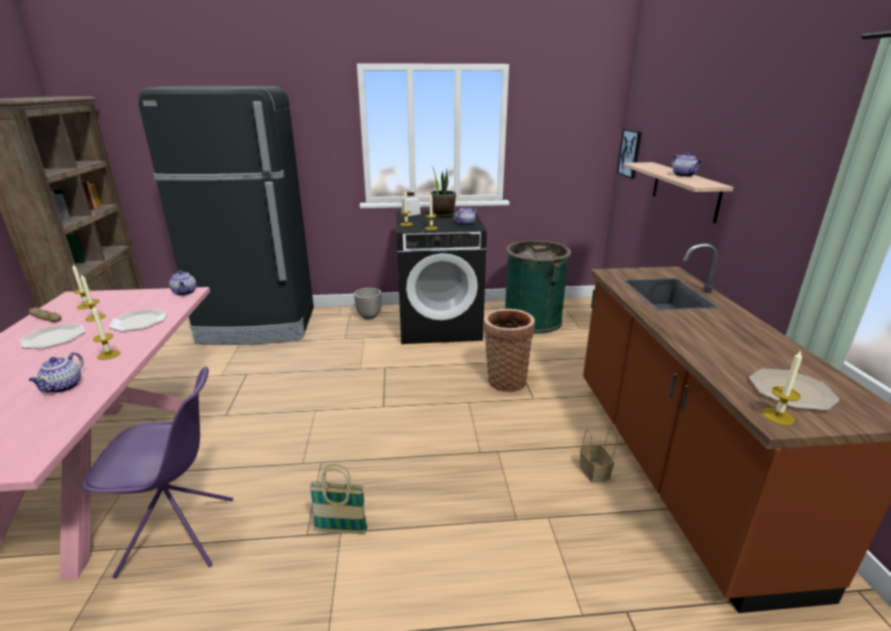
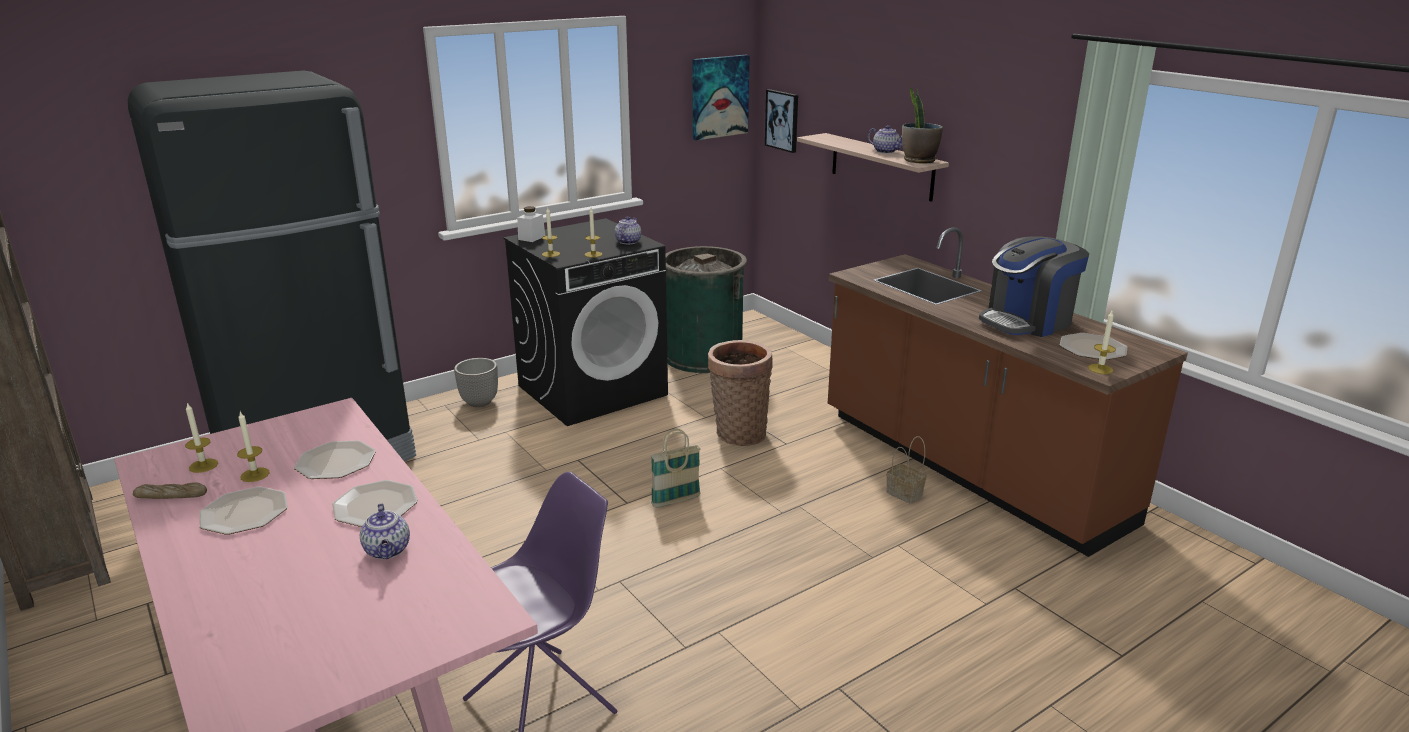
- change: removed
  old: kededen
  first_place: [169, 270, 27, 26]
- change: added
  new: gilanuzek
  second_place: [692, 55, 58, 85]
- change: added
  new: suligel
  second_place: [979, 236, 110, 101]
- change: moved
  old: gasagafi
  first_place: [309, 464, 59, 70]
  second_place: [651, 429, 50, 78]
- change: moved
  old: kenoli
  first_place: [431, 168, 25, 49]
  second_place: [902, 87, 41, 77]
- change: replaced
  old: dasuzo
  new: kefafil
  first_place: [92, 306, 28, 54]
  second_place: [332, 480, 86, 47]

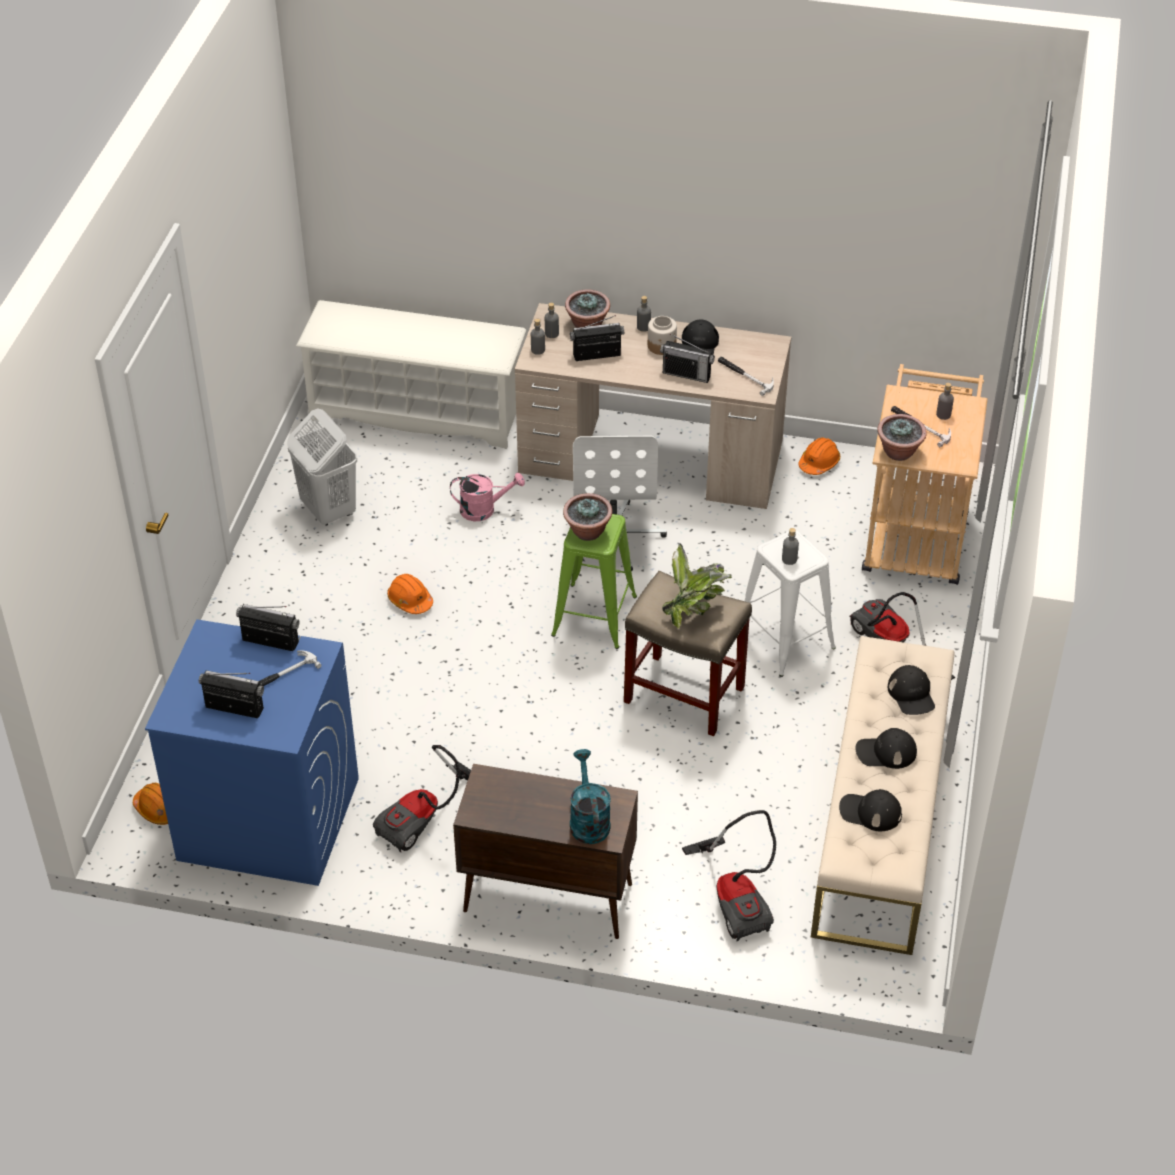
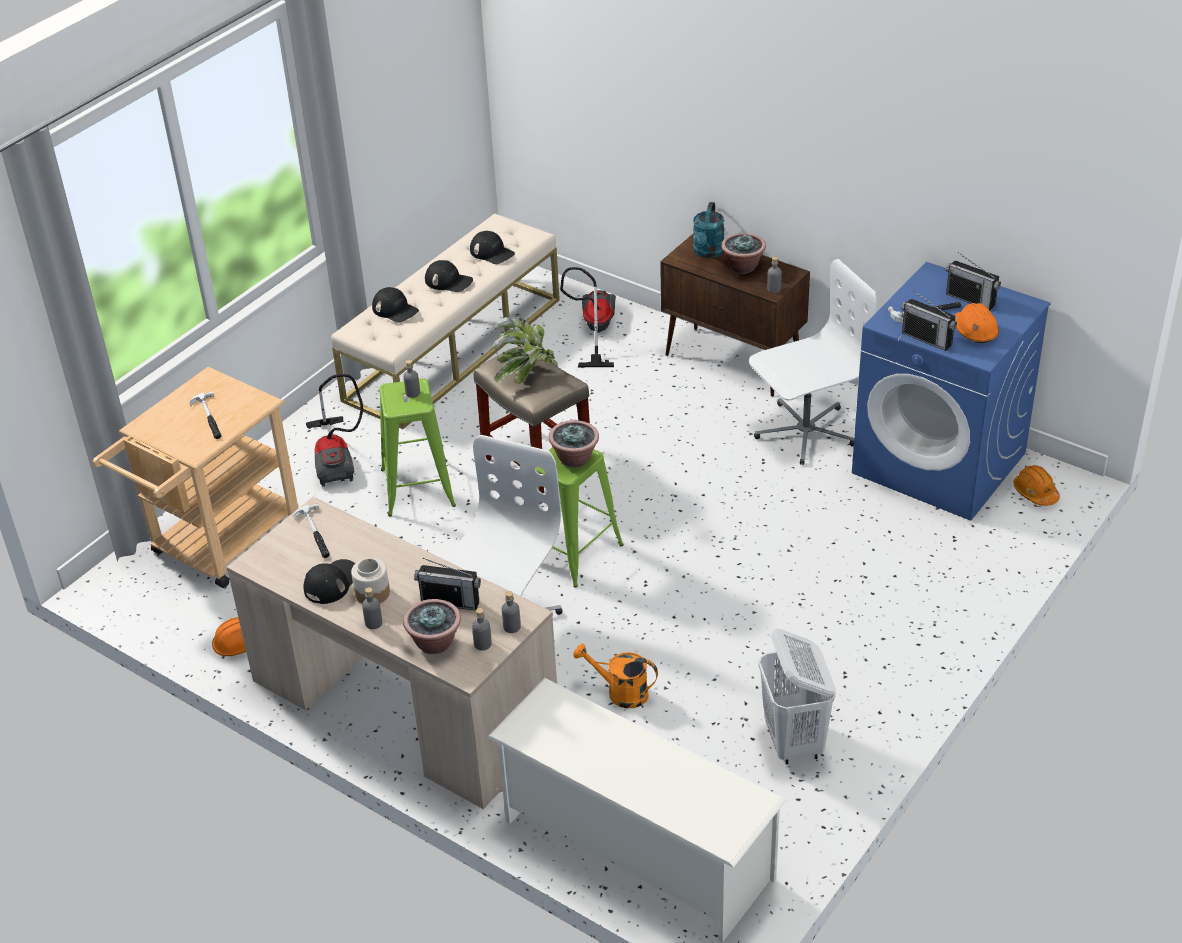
- change: removed
  old: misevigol
  first_place: [660, 334, 55, 49]
- change: moved
  old: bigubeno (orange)
  first_place: [387, 574, 46, 40]
  second_place: [954, 303, 45, 40]
- change: moved
  old: kenoli
  first_place: [877, 414, 50, 47]
  second_place: [721, 233, 45, 41]
- change: moved
  old: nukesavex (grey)
  first_place: [936, 383, 18, 37]
  second_place: [767, 257, 15, 36]
- change: replaced
  old: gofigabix
  new: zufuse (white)
  first_place: [373, 745, 98, 108]
  second_place: [749, 259, 128, 206]
- change: recoloured
  old: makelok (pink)
  new: makelok (orange)
  first_place: [450, 473, 75, 48]
  second_place: [573, 644, 85, 64]
- change: recoloured
  old: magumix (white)
  new: magumix (green)
  first_place: [745, 530, 91, 147]
  second_place: [379, 378, 77, 139]
- change: turned
  old: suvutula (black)
  first_place: [888, 665, 47, 50]
  second_place: [372, 287, 47, 35]
  degrees: 120

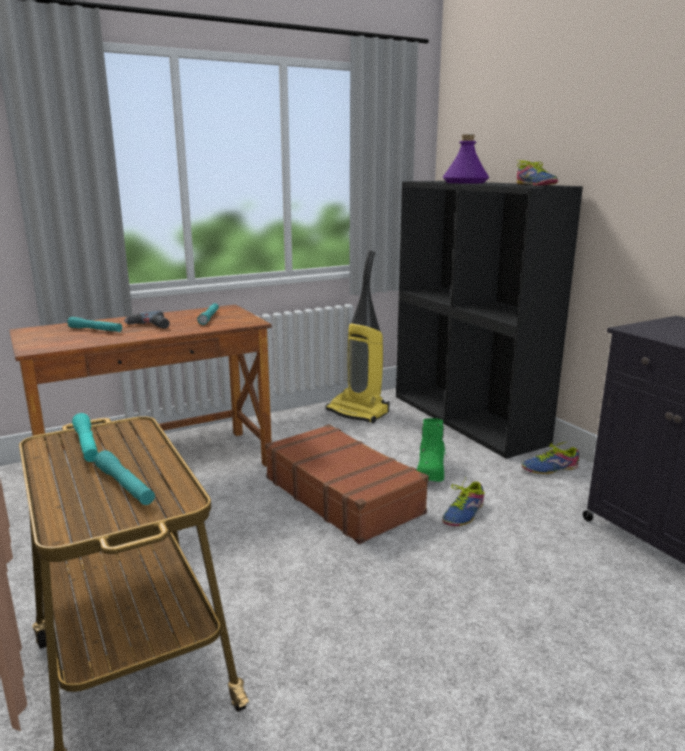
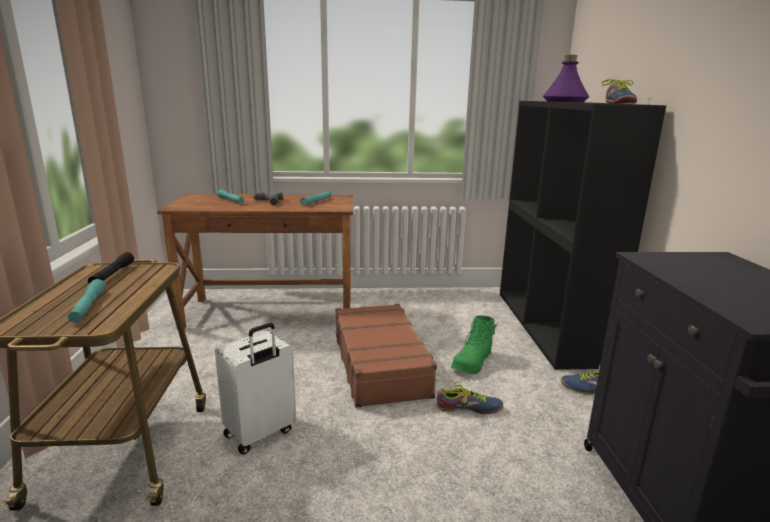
- change: removed
  old: gofigabix
  first_place: [325, 251, 64, 172]
- change: added
  new: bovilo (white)
  second_place: [215, 323, 81, 131]
- change: recoloured
  old: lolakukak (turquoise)
  new: lolakukak (black)
  first_place: [72, 413, 26, 49]
  second_place: [88, 252, 46, 32]
- change: turned
  old: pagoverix
  first_place: [442, 478, 43, 48]
  second_place: [437, 382, 66, 32]
  degrees: -150

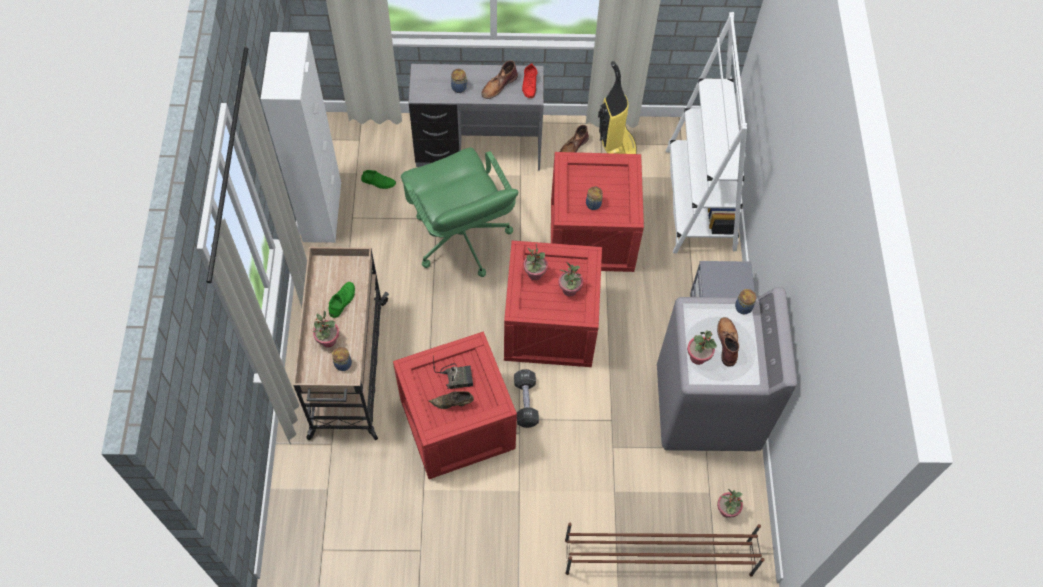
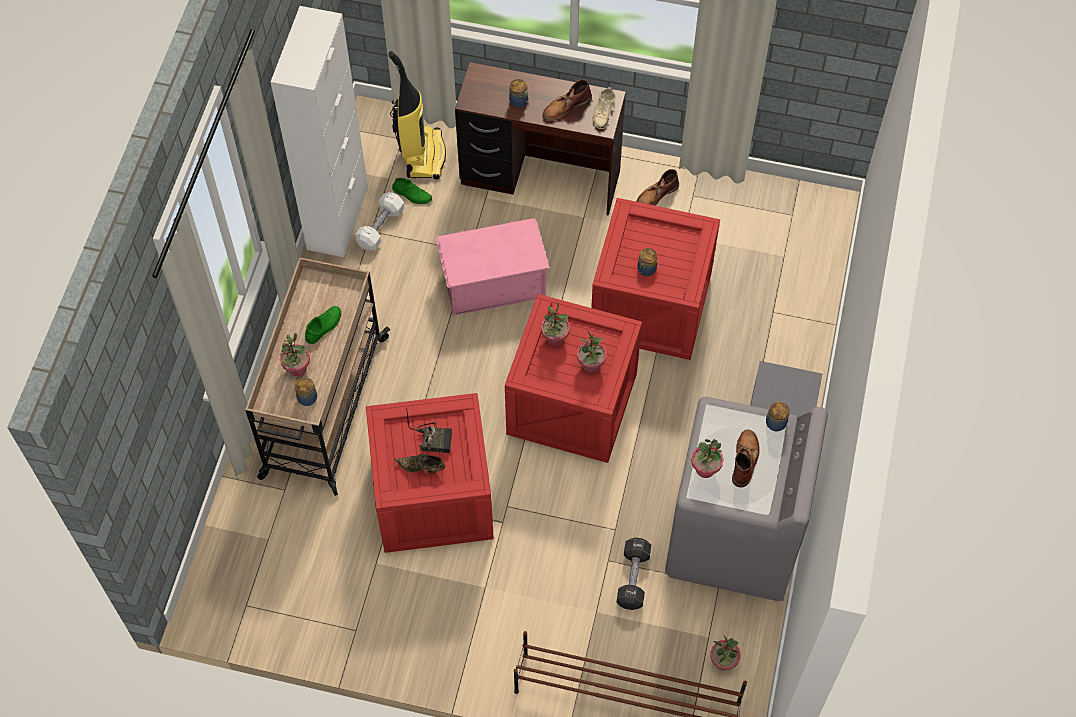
- change: removed
  old: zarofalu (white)
  first_place: [666, 12, 81, 241]
- change: added
  new: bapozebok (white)
  second_place: [355, 192, 49, 58]
- change: moved
  old: bapozebok (black)
  first_place: [514, 369, 25, 59]
  second_place: [617, 537, 34, 73]
- change: moved
  old: gofigabix
  first_place: [598, 61, 39, 93]
  second_place: [388, 51, 58, 129]
- change: replaced
  old: zufuse (green)
  new: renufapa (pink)
  first_place: [401, 147, 118, 130]
  second_place: [435, 218, 115, 98]
- change: recoloured
  old: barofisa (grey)
  new: barofisa (brown)
  first_place: [409, 64, 135, 107]
  second_place: [455, 62, 171, 154]
- change: recoloured
  old: pagoverix (red)
  new: pagoverix (beige)
  first_place: [522, 63, 15, 35]
  second_place: [593, 87, 22, 42]

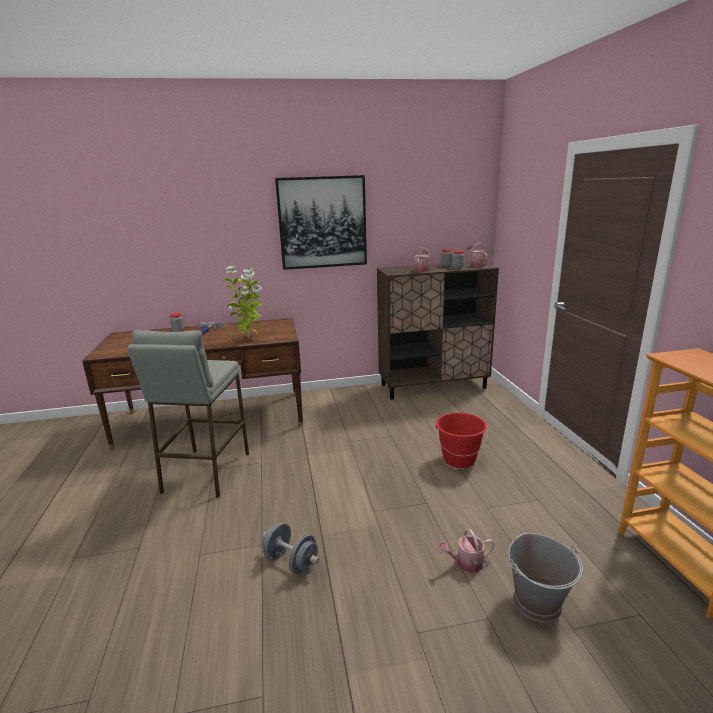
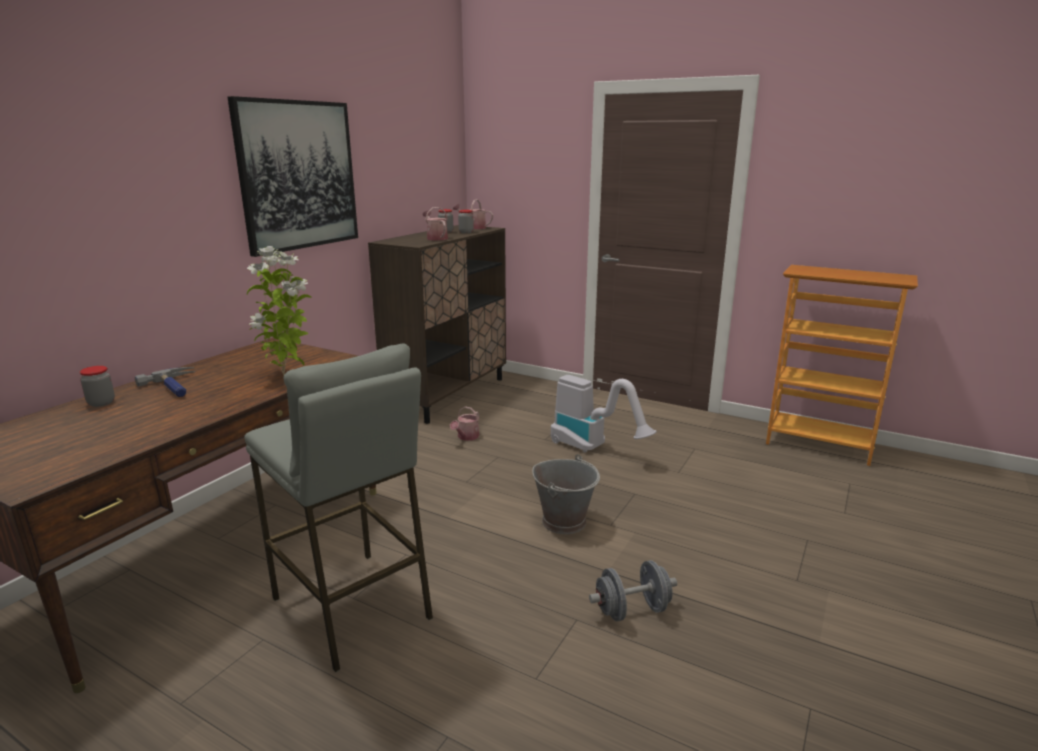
- change: moved
  old: makelok
  first_place: [438, 529, 57, 43]
  second_place: [450, 406, 29, 35]
- change: moved
  old: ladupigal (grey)
  first_place: [508, 533, 75, 90]
  second_place: [532, 454, 68, 80]
- change: replaced
  old: ladupigal (red)
  new: gofigabix
  first_place: [435, 412, 53, 56]
  second_place: [551, 375, 106, 78]

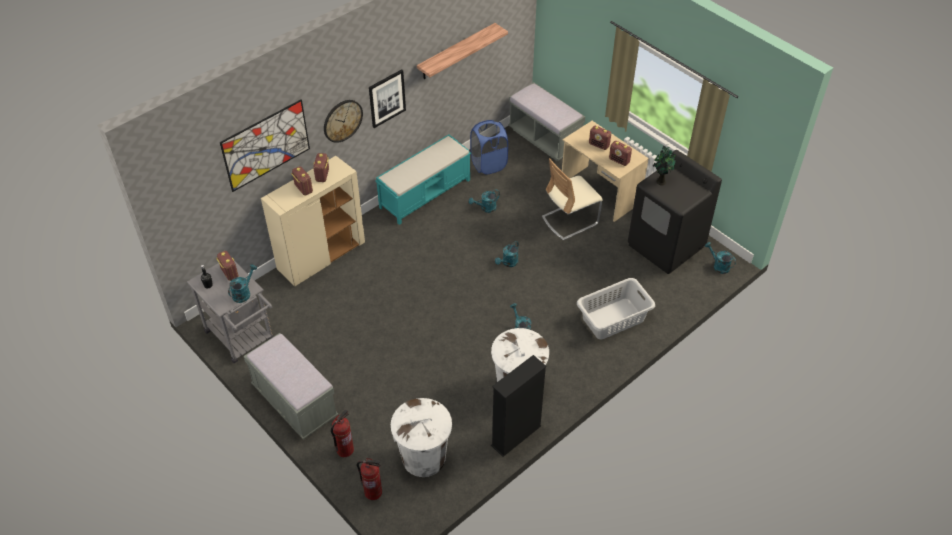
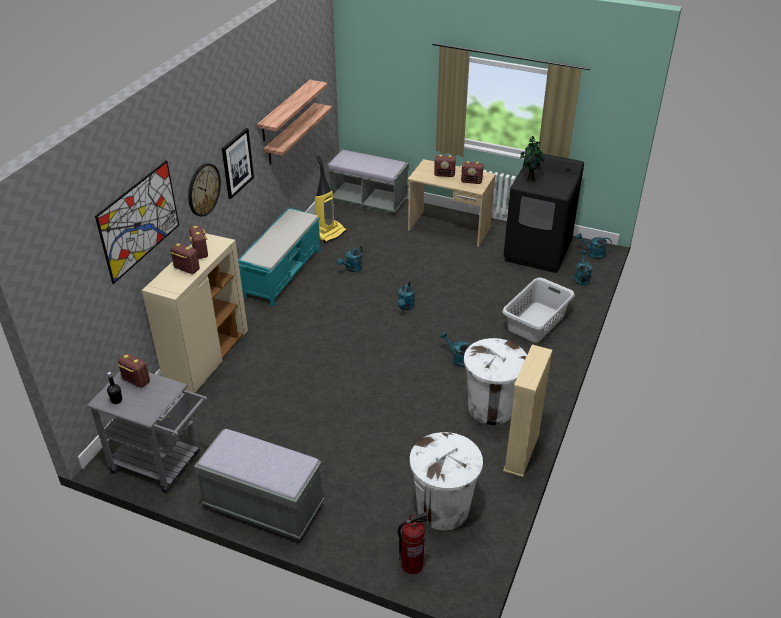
- change: removed
  old: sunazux
  first_place: [331, 409, 23, 48]
- change: removed
  old: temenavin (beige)
  first_place: [542, 158, 61, 82]
- change: added
  new: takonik
  second_place: [264, 103, 68, 62]
- change: moved
  old: makelok (turquoise)
  first_place: [228, 265, 29, 38]
  second_place: [574, 250, 18, 35]
- change: replaced
  old: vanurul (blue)
  new: gofigabix
  first_place: [470, 120, 38, 55]
  second_place: [315, 155, 32, 88]
- change: recoloured
  old: zarofalu (black)
  new: zarofalu (beige)
  first_place: [491, 355, 56, 102]
  second_place: [503, 345, 49, 132]

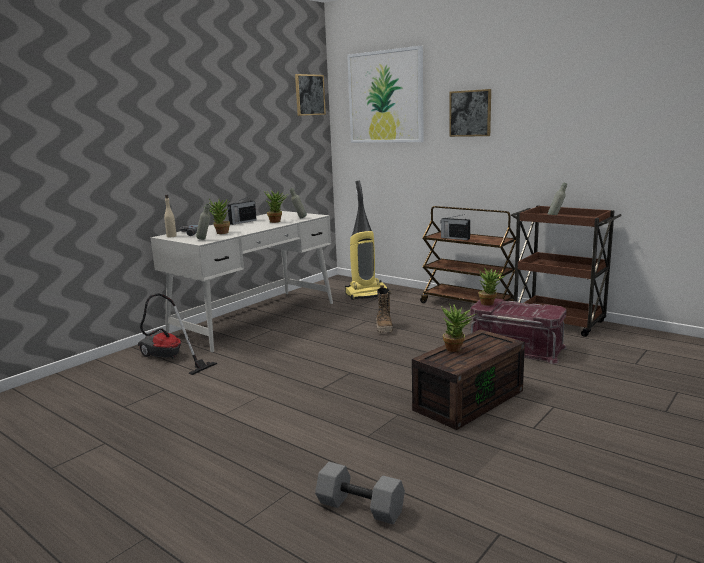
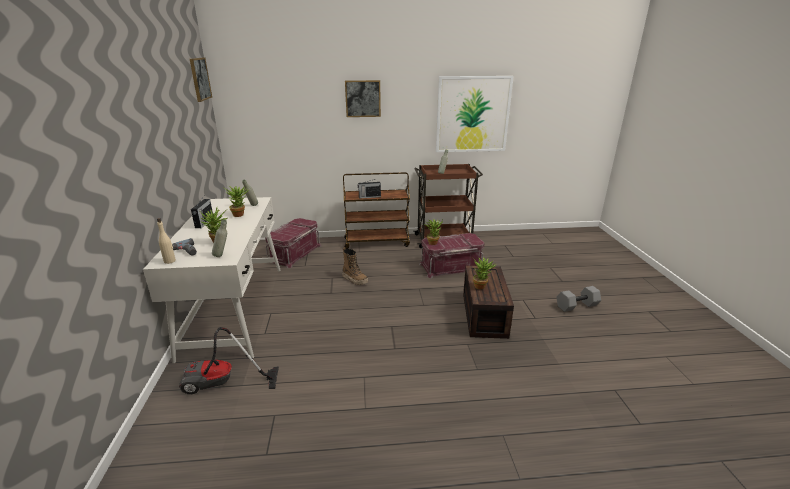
- change: moved
  old: bapozebok (grey)
  first_place: [315, 462, 90, 62]
  second_place: [557, 286, 44, 26]
- change: moved
  old: gilanuzek
  first_place: [347, 46, 77, 97]
  second_place: [436, 76, 78, 76]
- change: replaced
  old: gofigabix
  new: renufapa (red)
  first_place: [345, 181, 43, 119]
  second_place: [265, 218, 57, 50]

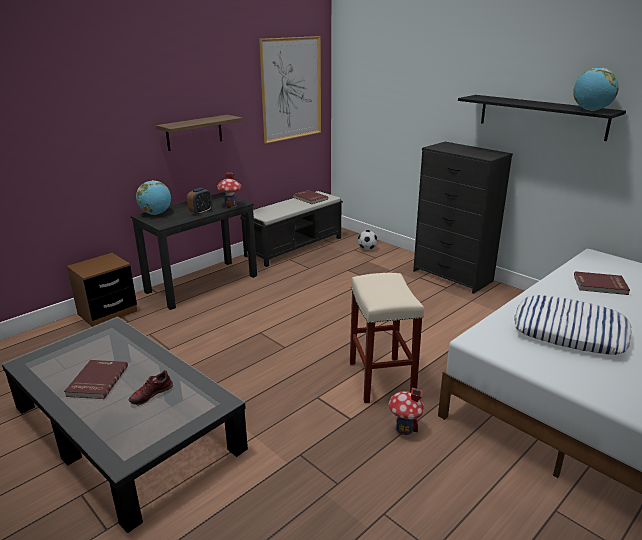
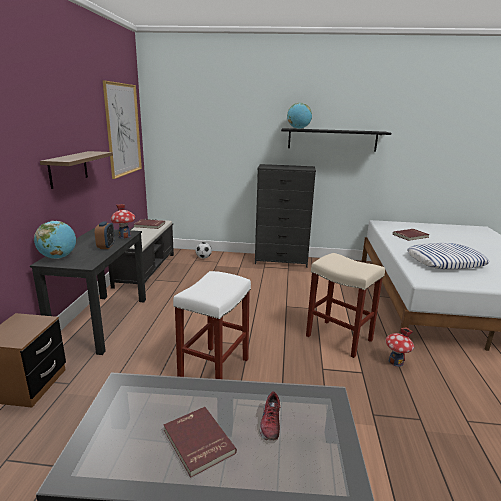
- change: added
  new: magumix (white)
  second_place: [173, 271, 78, 108]
- change: moved
  old: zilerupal
  first_place: [573, 68, 46, 43]
  second_place: [287, 103, 25, 26]

